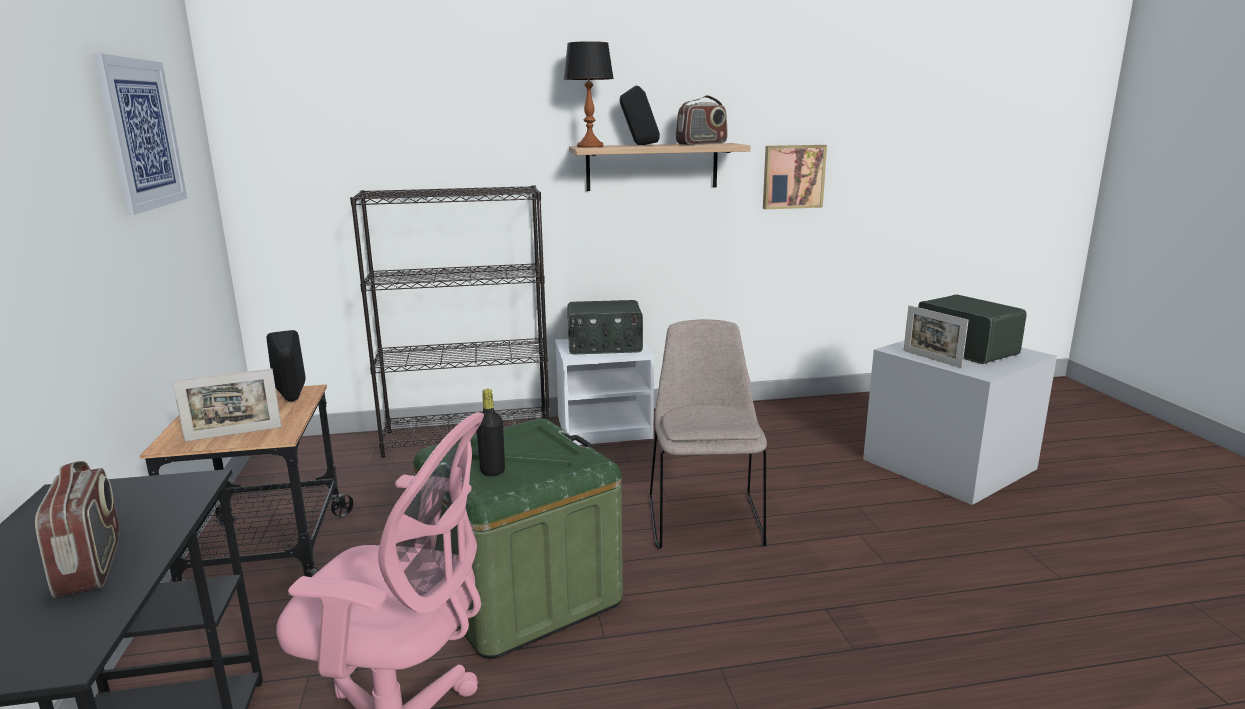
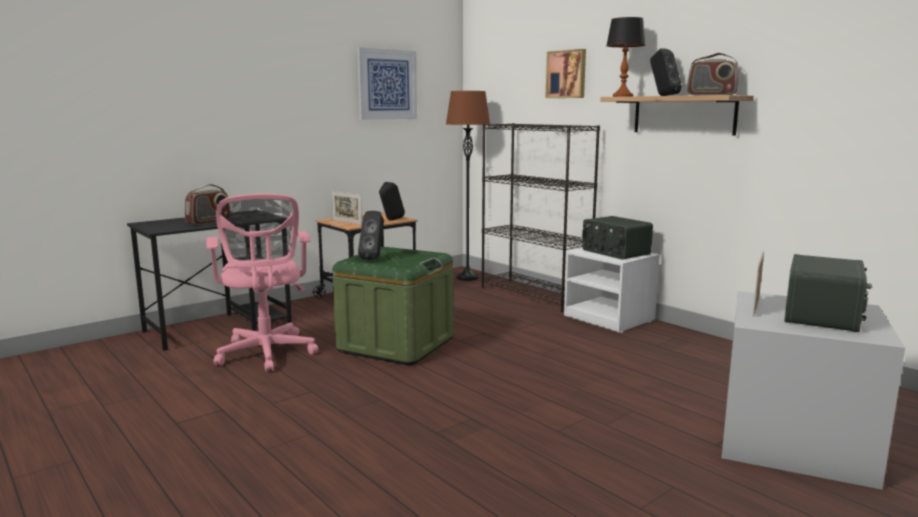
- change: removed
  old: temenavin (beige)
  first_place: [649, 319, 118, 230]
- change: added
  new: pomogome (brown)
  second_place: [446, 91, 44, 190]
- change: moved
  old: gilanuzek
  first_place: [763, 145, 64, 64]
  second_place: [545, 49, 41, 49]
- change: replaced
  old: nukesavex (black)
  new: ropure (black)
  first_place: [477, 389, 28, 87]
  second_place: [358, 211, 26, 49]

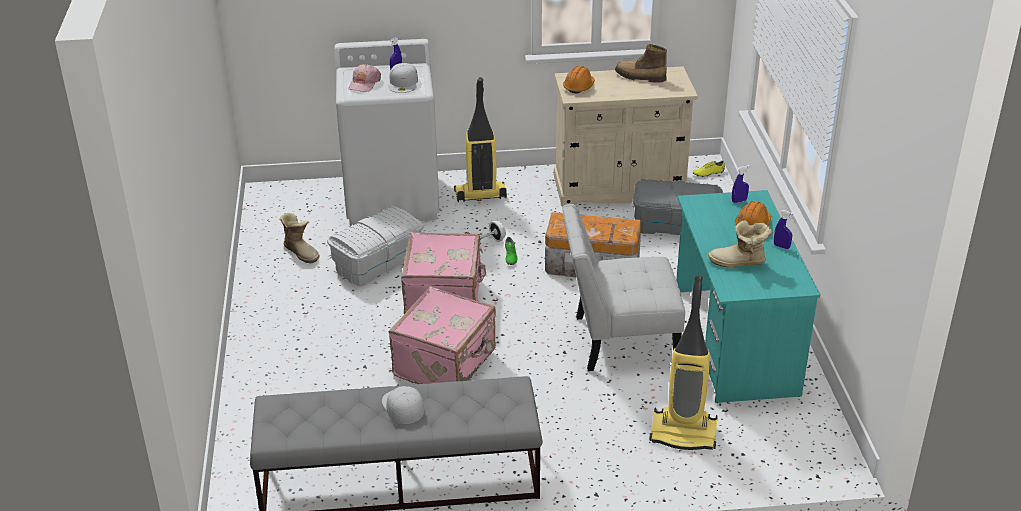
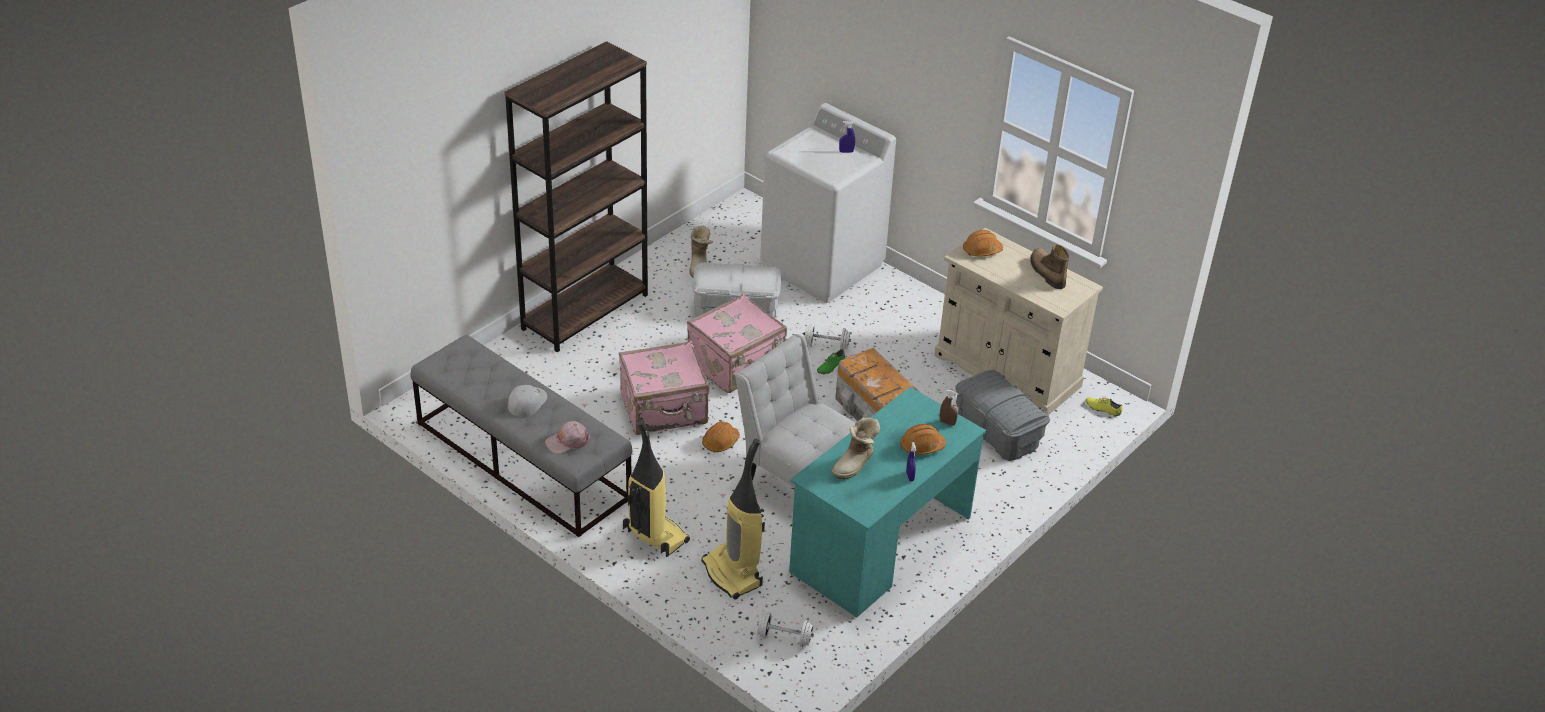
- change: removed
  old: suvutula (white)
  first_place: [388, 63, 30, 30]
- change: added
  new: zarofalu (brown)
  second_place: [504, 41, 144, 311]
- change: added
  new: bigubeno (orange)
  second_place: [702, 421, 38, 32]
- change: added
  new: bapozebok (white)
  second_place: [757, 612, 57, 35]
- change: moved
  old: suvutula (pink)
  first_place: [348, 64, 33, 28]
  second_place: [545, 421, 45, 33]
- change: moved
  old: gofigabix
  first_place: [454, 77, 53, 125]
  second_place: [623, 419, 67, 138]
- change: recoloured
  old: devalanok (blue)
  new: devalanok (brown)
  first_place: [732, 165, 17, 38]
  second_place: [940, 390, 19, 36]
- change: turned
  old: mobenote
  first_place: [708, 220, 65, 47]
  second_place: [832, 417, 48, 63]
  degrees: -105

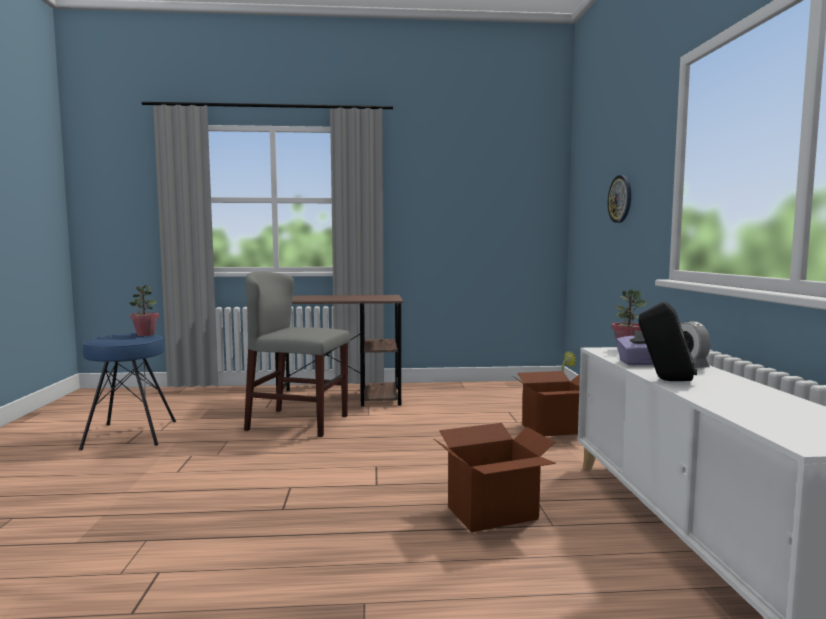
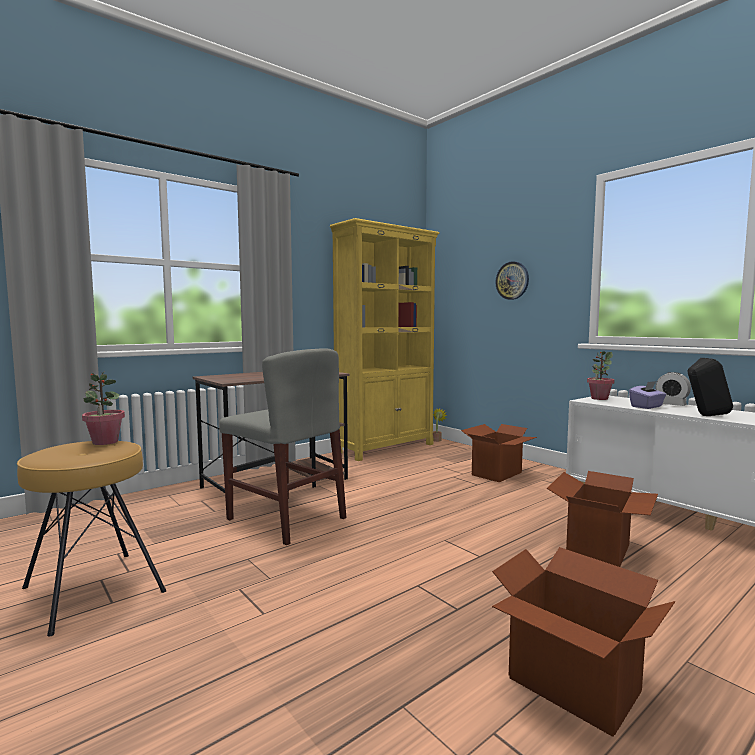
- change: added
  new: zarofalu (yellow)
  second_place: [330, 218, 109, 243]
- change: added
  new: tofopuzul
  second_place: [492, 547, 183, 190]
- change: recoloured
  old: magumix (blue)
  new: magumix (brown)
  first_place: [79, 333, 97, 117]
  second_place: [17, 441, 149, 196]
- change: turned
  old: temenavin (grey)
  first_place: [244, 272, 106, 165]
  second_place: [219, 348, 127, 197]
  degrees: -120

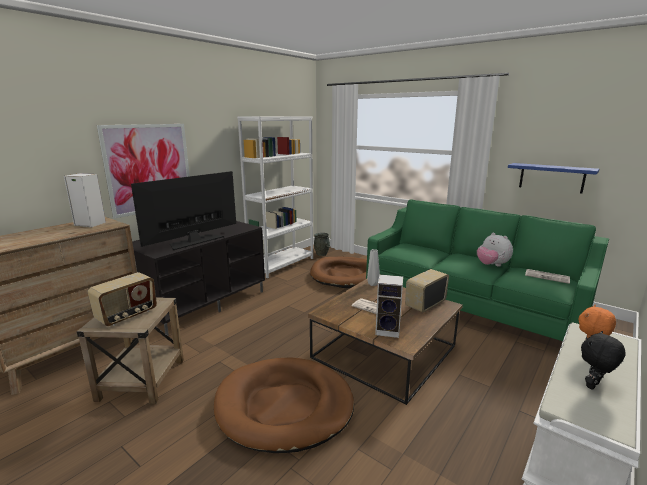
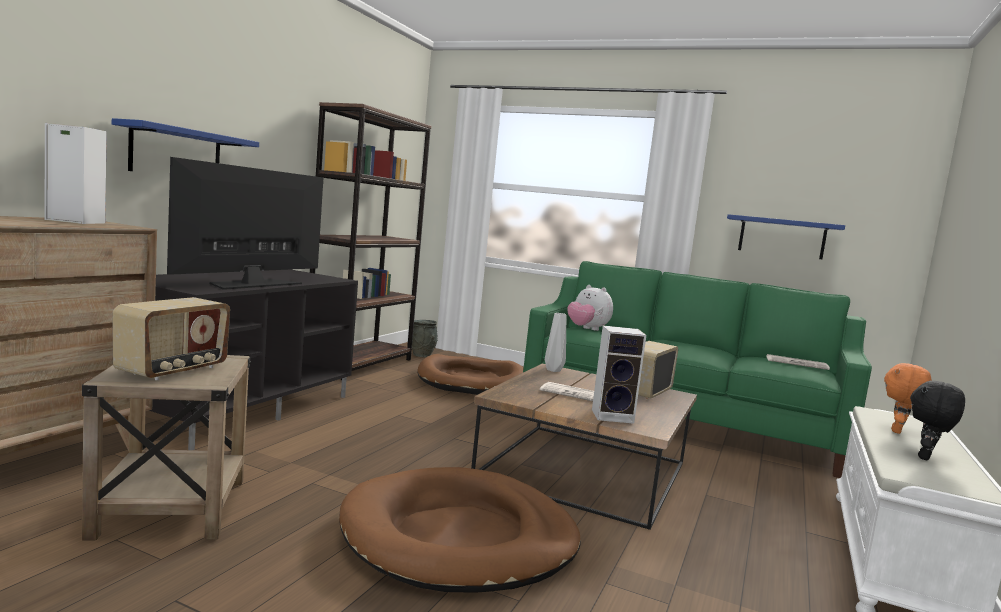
- change: moved
  old: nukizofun
  first_place: [477, 233, 36, 34]
  second_place: [567, 285, 46, 46]
- change: replaced
  old: gilanuzek
  new: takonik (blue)
  first_place: [97, 124, 93, 95]
  second_place: [112, 118, 147, 53]
- change: recoloured
  old: zarofalu (white)
  new: zarofalu (brown)
  first_place: [237, 116, 76, 162]
  second_place: [310, 102, 121, 278]

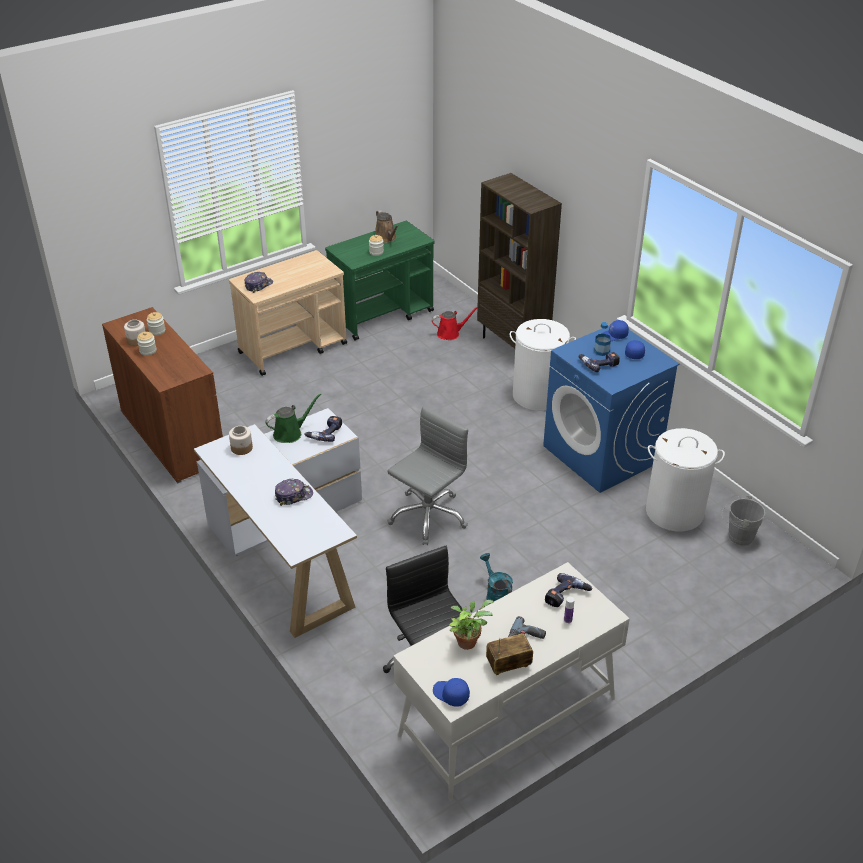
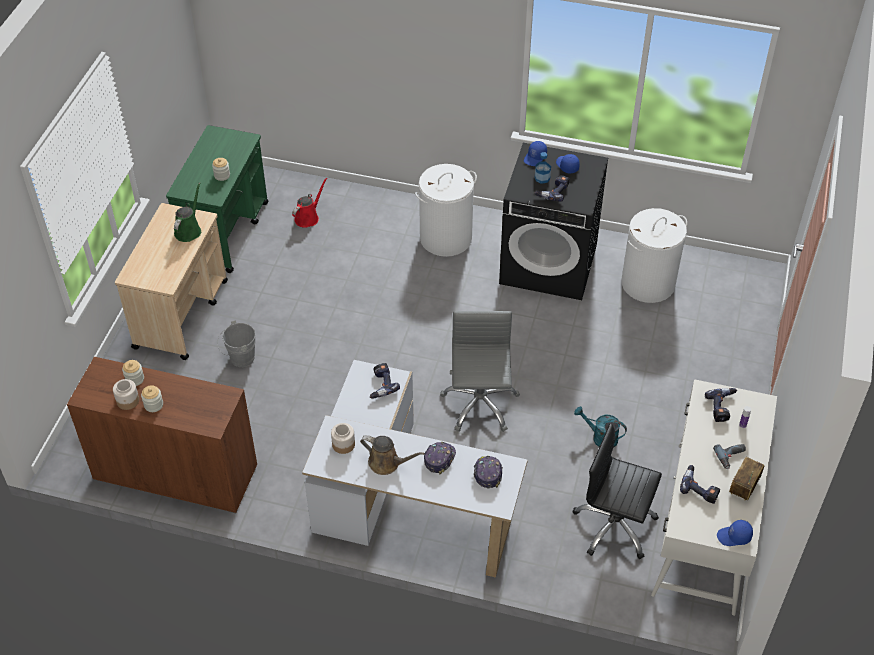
- change: removed
  old: zarofalu (brown)
  first_place: [477, 173, 85, 176]
- change: moved
  old: suvutula
  first_place: [245, 272, 28, 21]
  second_place: [474, 456, 29, 33]
- change: moved
  old: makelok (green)
  first_place: [265, 393, 56, 50]
  second_place: [174, 182, 27, 60]
- change: moved
  old: makelok (brown)
  first_place: [375, 210, 24, 33]
  second_place: [360, 435, 65, 40]
- change: moved
  old: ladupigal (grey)
  first_place: [722, 495, 43, 51]
  second_place: [218, 320, 38, 47]
- change: replaced
  old: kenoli
  new: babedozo
  first_place: [449, 600, 45, 50]
  second_place: [680, 465, 40, 39]
- change: recoloured
  old: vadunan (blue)
  new: vadunan (black)
  first_place: [543, 325, 137, 168]
  second_place: [499, 143, 109, 157]

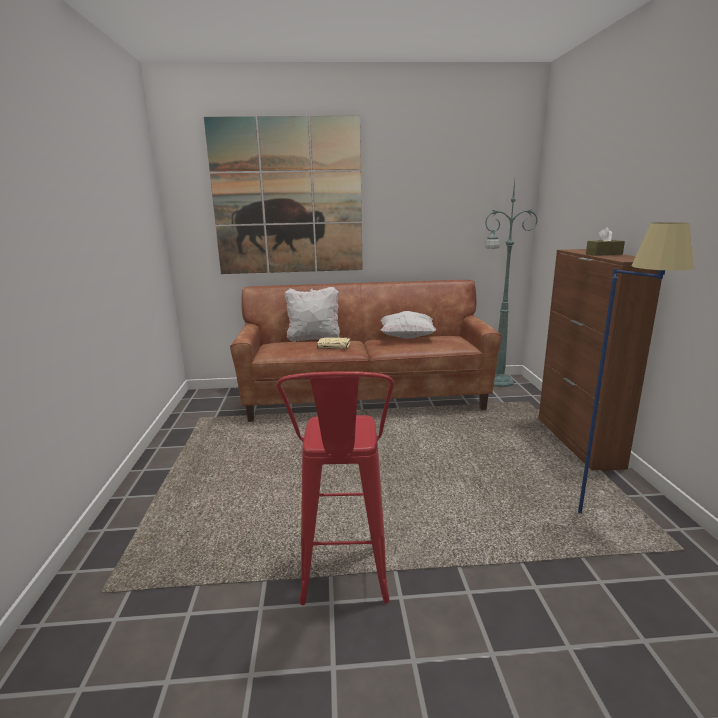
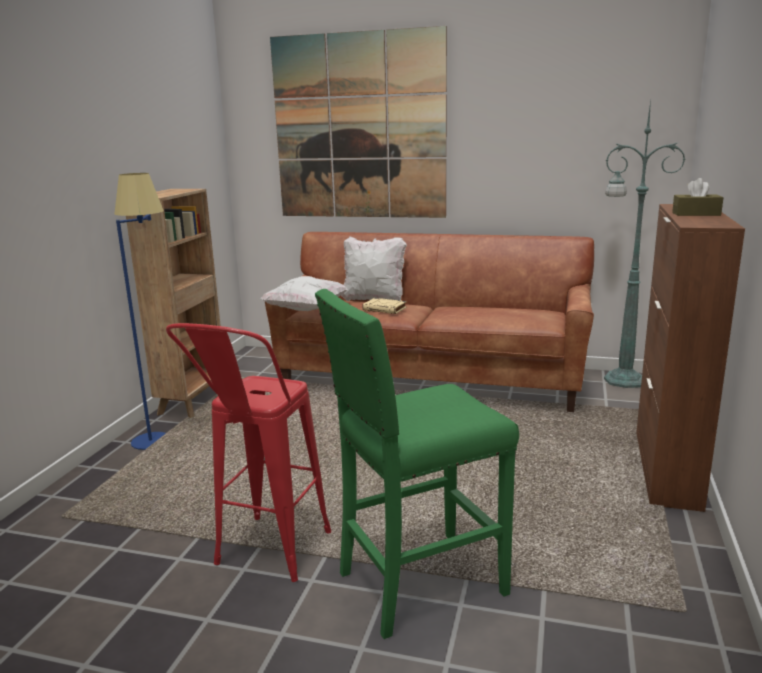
- change: added
  new: zarofalu (brown)
  second_place: [126, 189, 95, 229]
- change: added
  new: magumix (green)
  second_place: [315, 289, 204, 350]
- change: moved
  old: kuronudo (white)
  first_place: [381, 311, 55, 28]
  second_place: [261, 276, 86, 35]
- change: moved
  old: pomogome (blue)
  first_place: [578, 222, 116, 291]
  second_place: [114, 173, 52, 277]

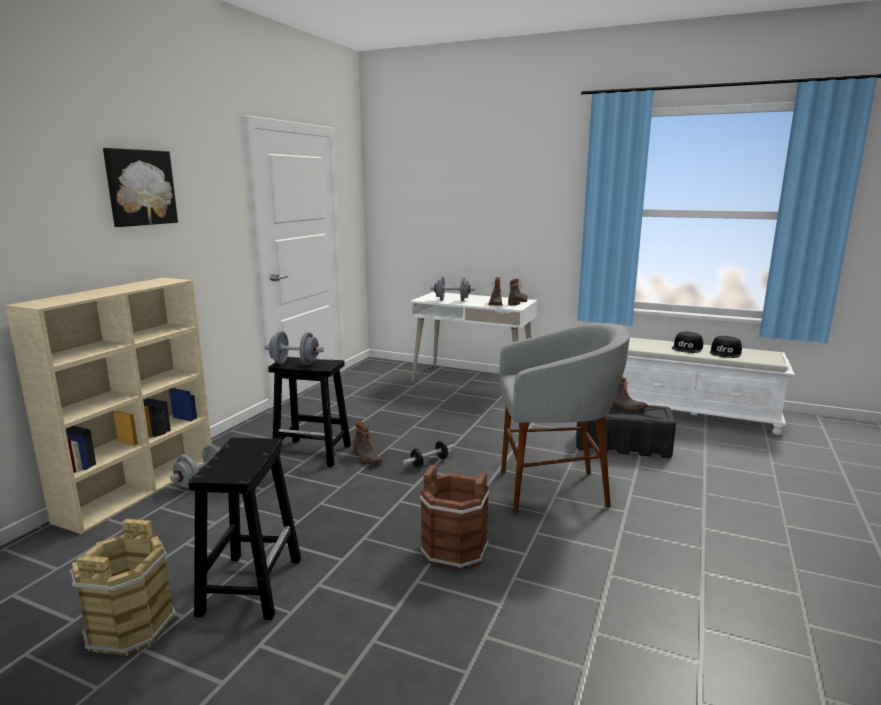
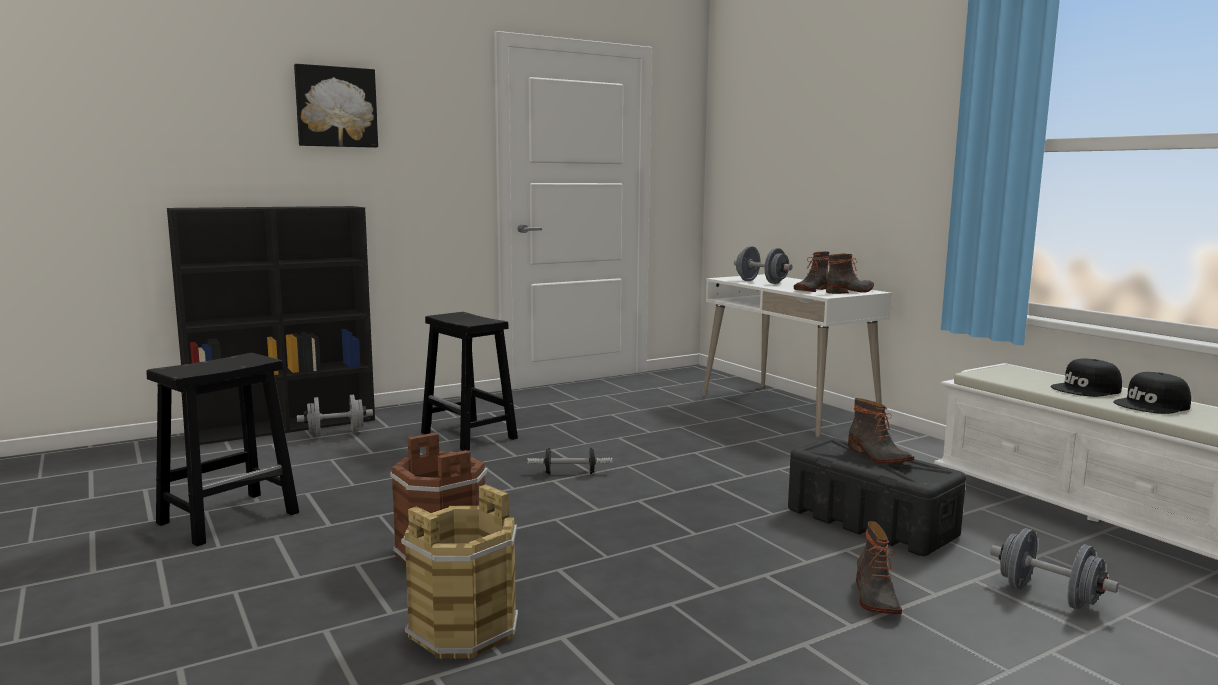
- change: removed
  old: magumix (grey)
  first_place: [499, 323, 131, 191]
- change: moved
  old: ladupigal (brown)
  first_place: [70, 518, 106, 139]
  second_place: [401, 484, 117, 175]
- change: moved
  old: bapozebok (grey)
  first_place: [265, 331, 59, 34]
  second_place: [990, 528, 129, 82]
- change: moved
  old: mobenote
  first_place: [353, 421, 29, 43]
  second_place: [856, 521, 46, 93]
- change: recoloured
  old: zarofalu (beige)
  new: zarofalu (black)
  first_place: [5, 278, 207, 256]
  second_place: [167, 206, 208, 239]

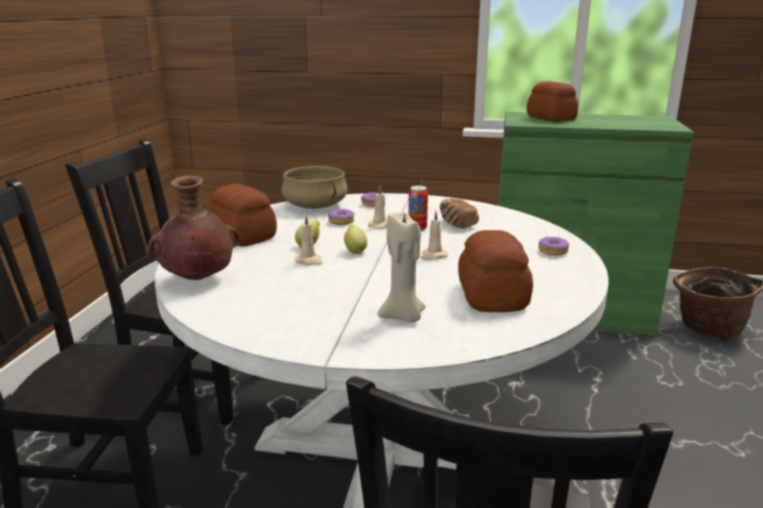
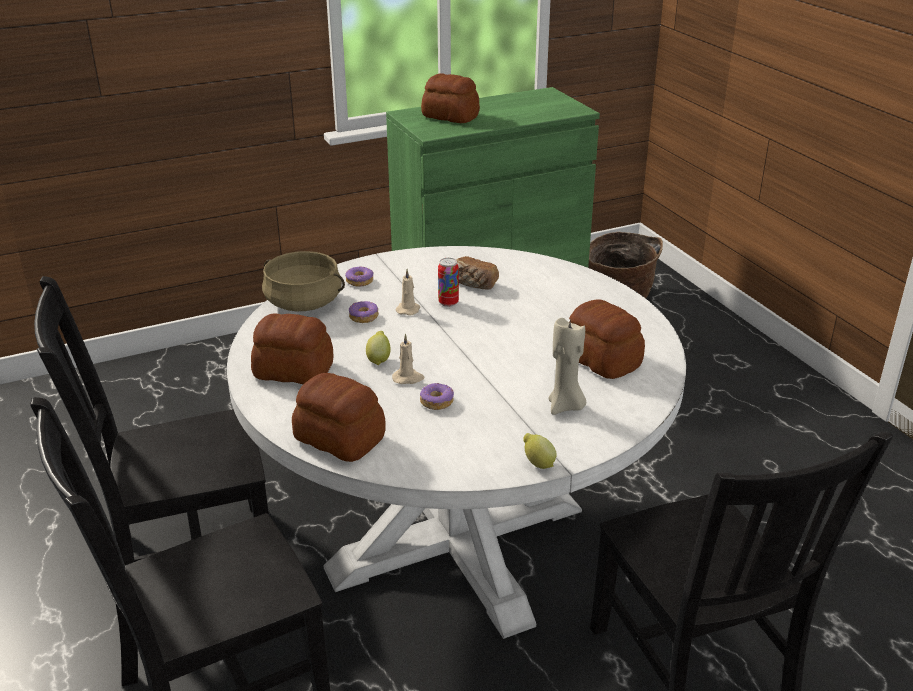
- change: removed
  old: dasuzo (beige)
  first_place: [421, 211, 27, 49]
- change: moved
  old: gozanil
  first_place: [344, 225, 23, 29]
  second_place: [523, 433, 33, 36]
- change: moved
  old: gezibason
  first_place: [538, 237, 31, 19]
  second_place: [420, 383, 34, 27]
- change: replaced
  old: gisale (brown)
  new: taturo
  first_place: [148, 176, 91, 104]
  second_place: [292, 373, 94, 89]

